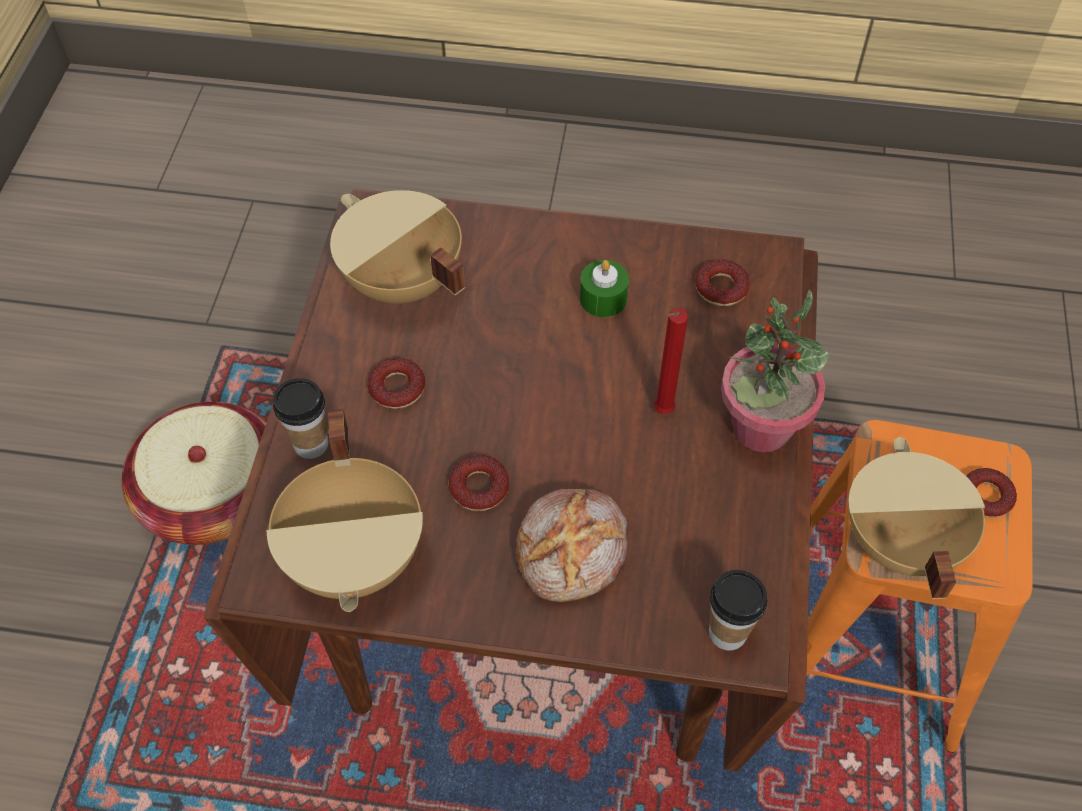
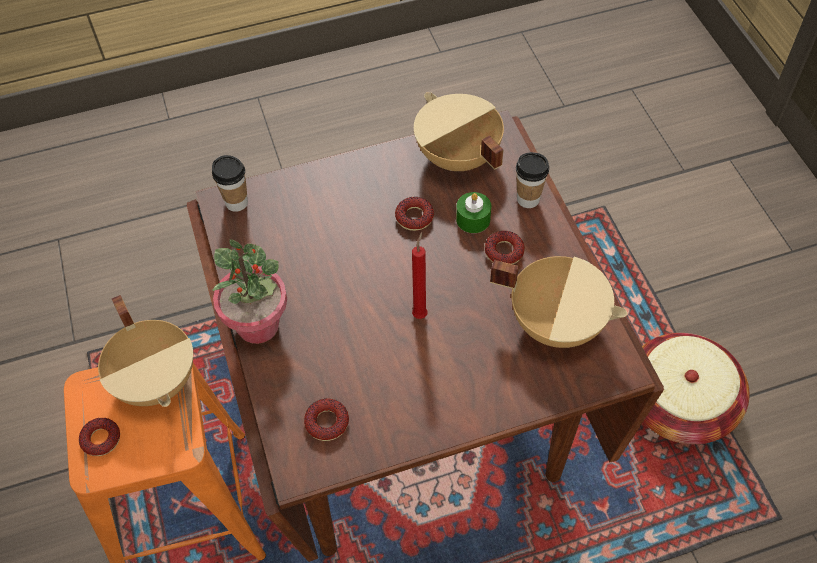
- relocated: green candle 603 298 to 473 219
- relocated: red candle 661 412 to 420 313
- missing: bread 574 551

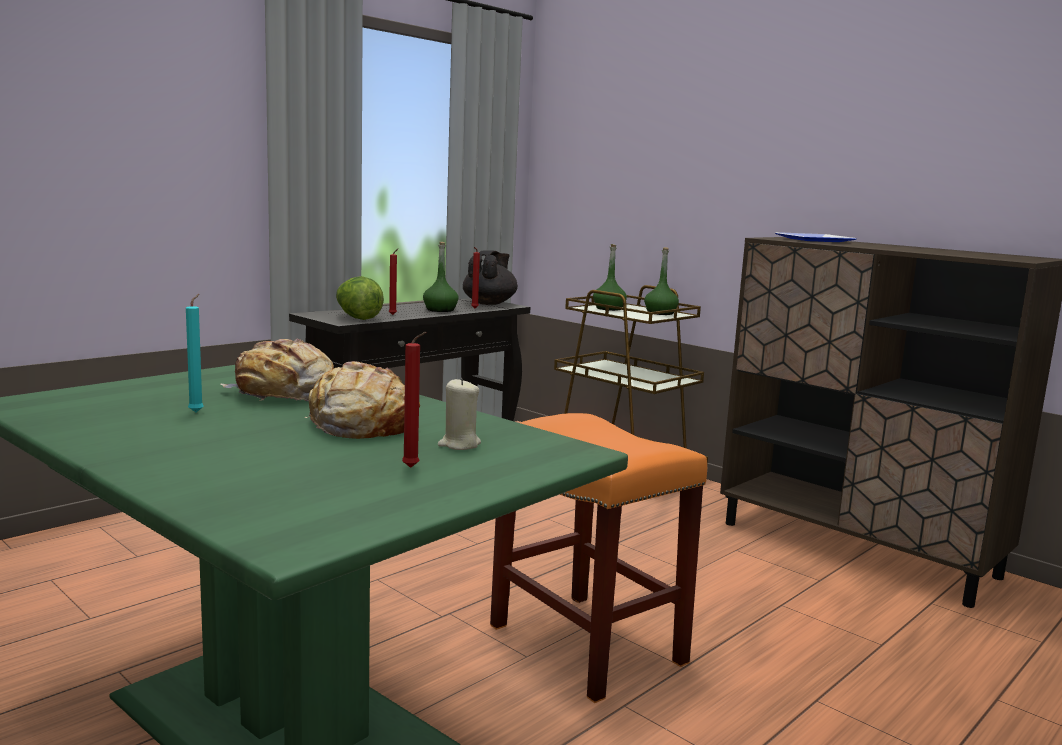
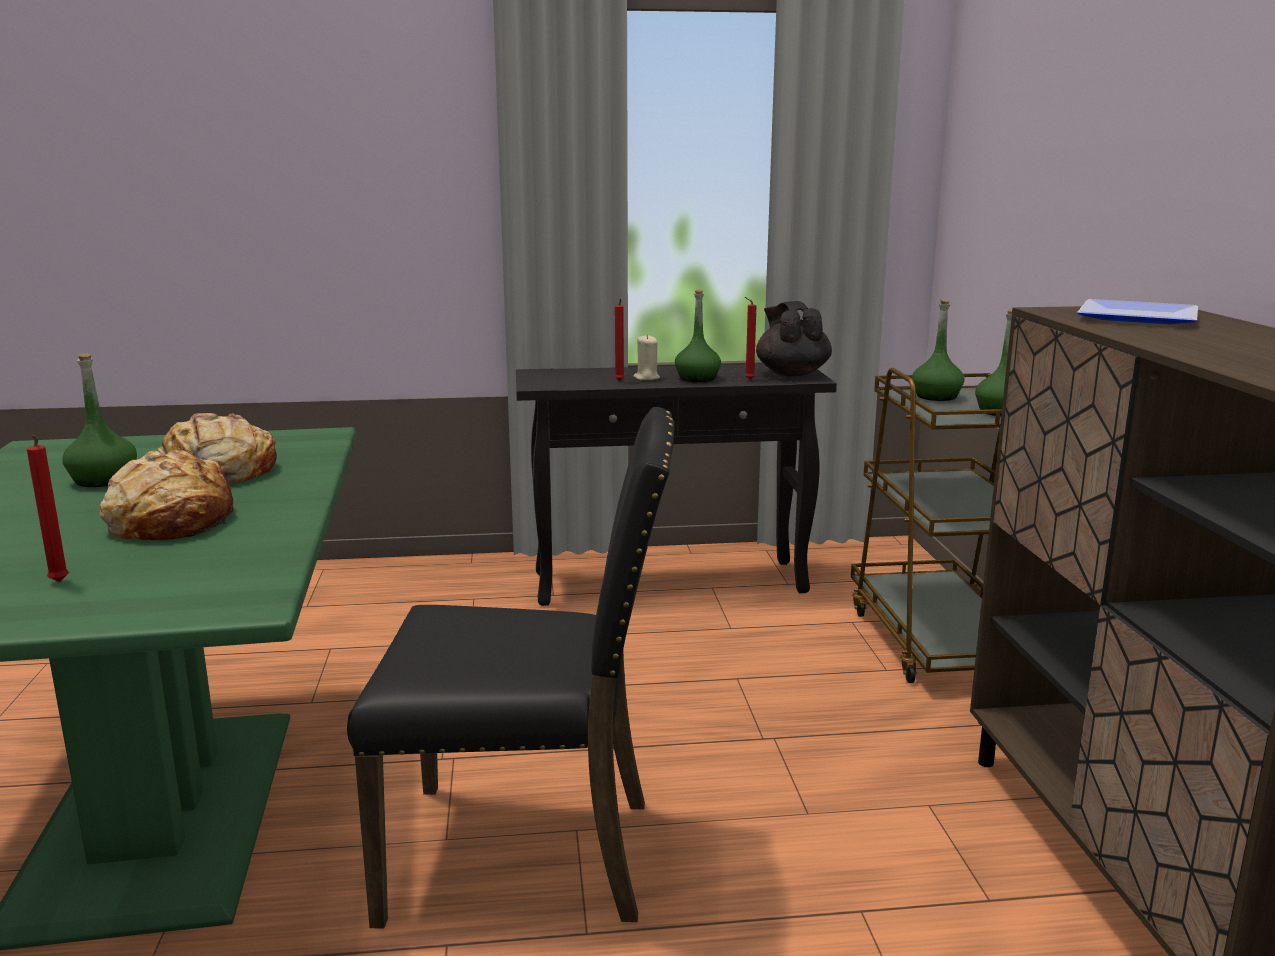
- spun: black teapot 489 303 = 792 373 75 degrees counterclockwise
- missing: lettuce 357 318
- exchanged: turquoise candle 197 412 to green bottle 104 480
- relocated: beige candle 459 444 to 646 378
- exchanged: orange stool 588 644 to black chair 528 854

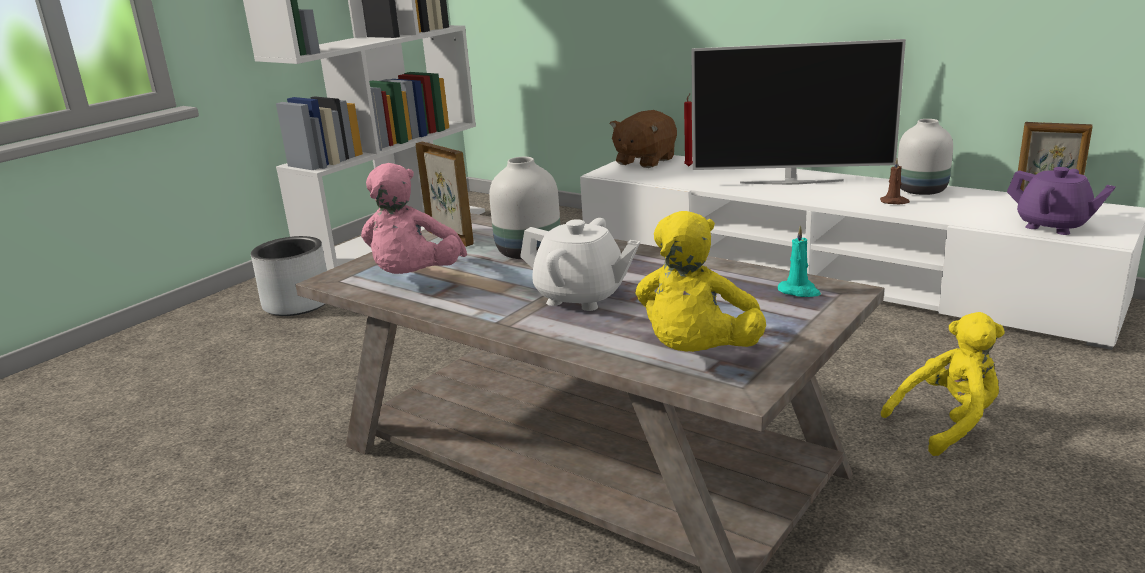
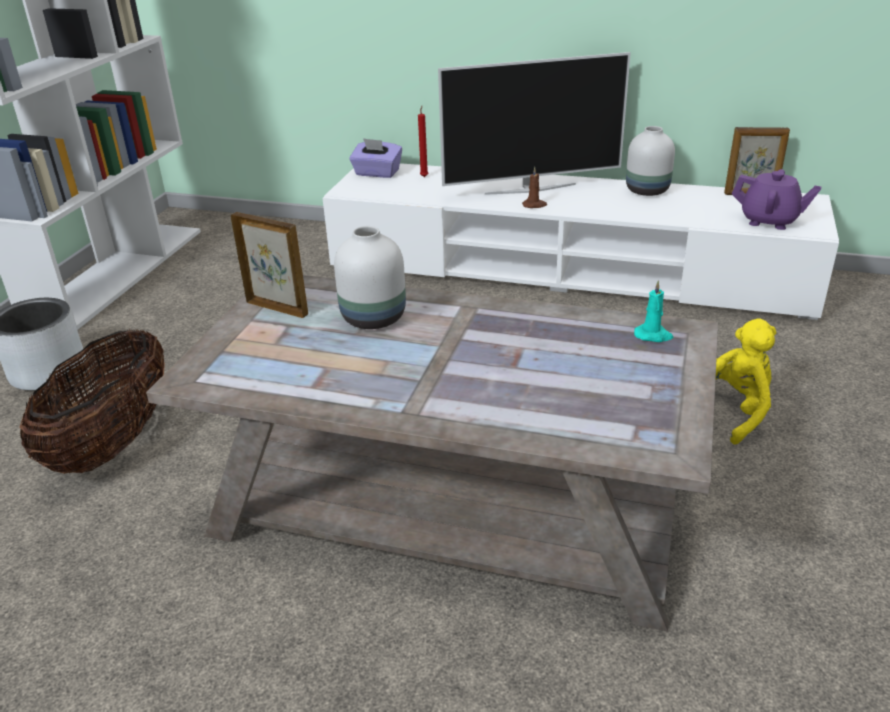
- exchanged: brown plush toy 644 161 to purple tissue box 377 173
- relocated: brown candle 894 202 to 534 205
- missing: pink plush toy 414 279
- missing: yellow plush toy 697 354
- missing: white teapot 581 297
- appeared: basket 113 443

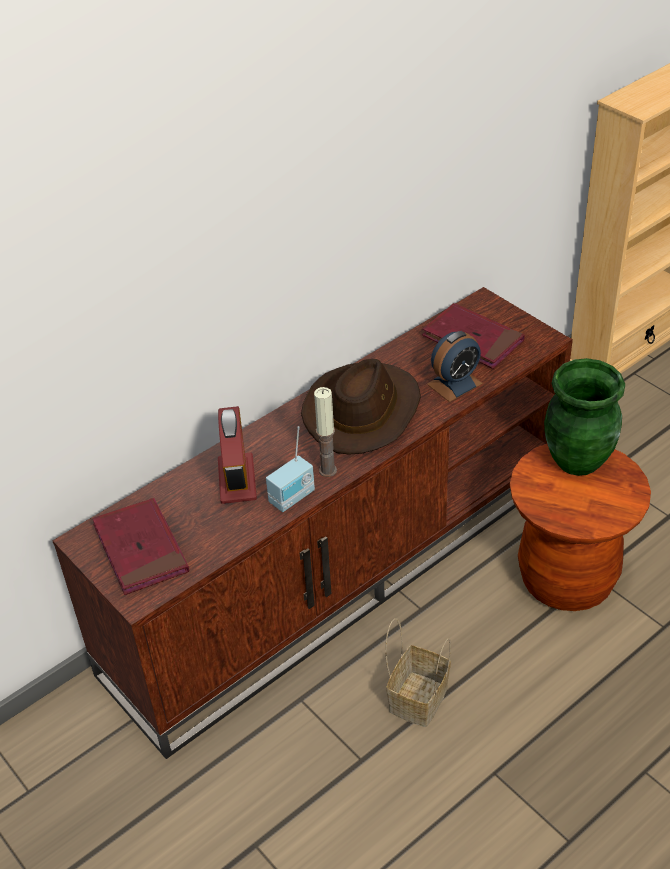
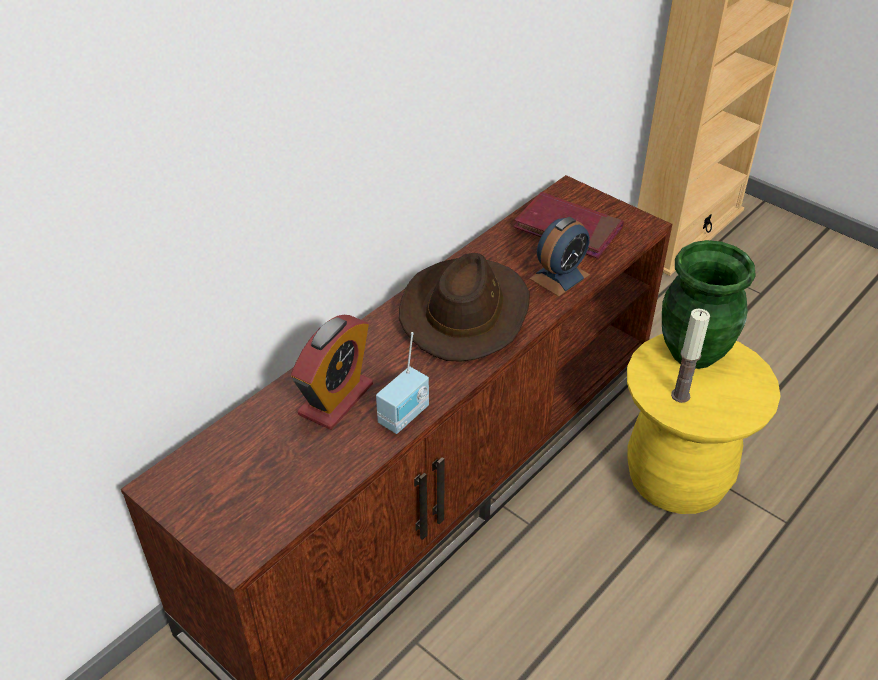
- relocated: candle 328 470 to 680 395
- spun: alarm clock 237 480 = 336 399 45 degrees clockwise
- colour: brown stool 566 580 to yellow stool 676 480
- missing: red book 141 549
- missing: basket 418 697

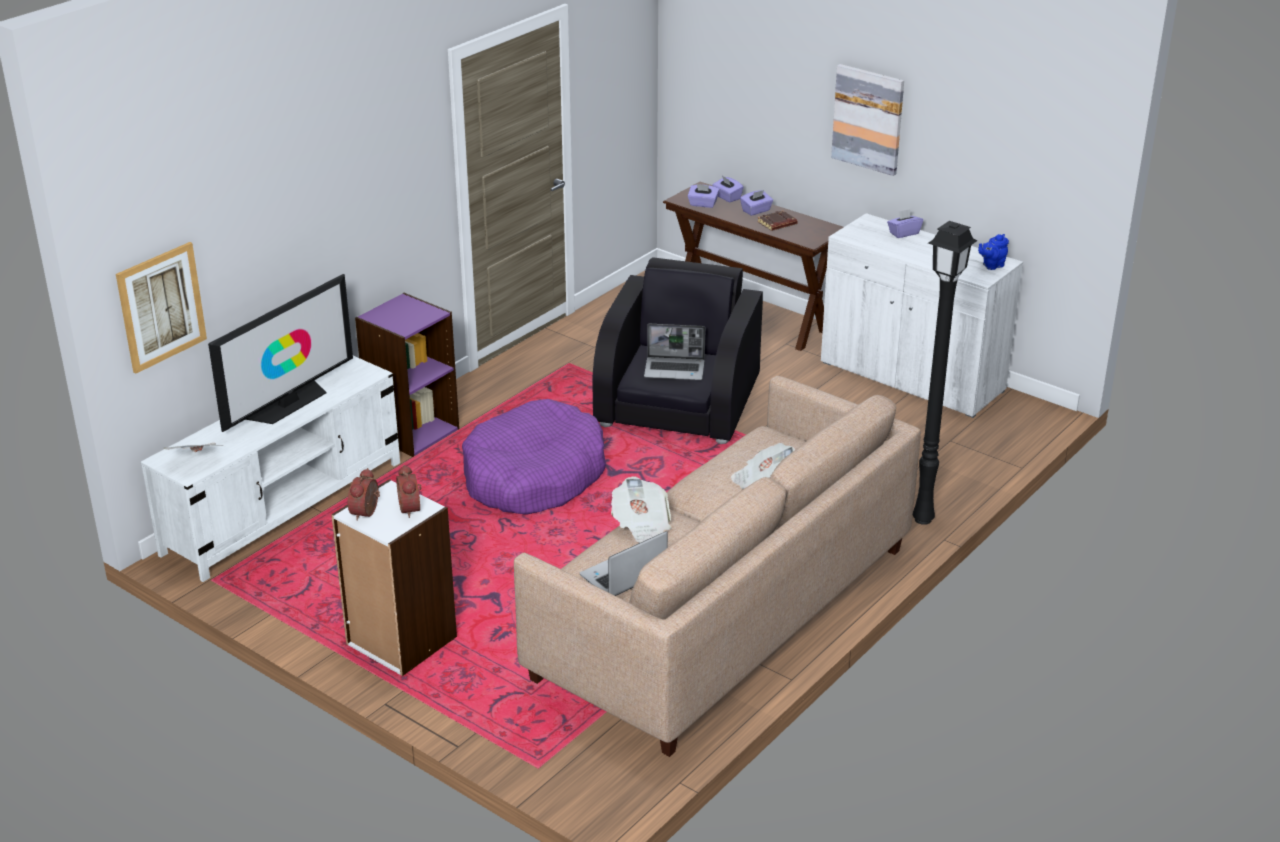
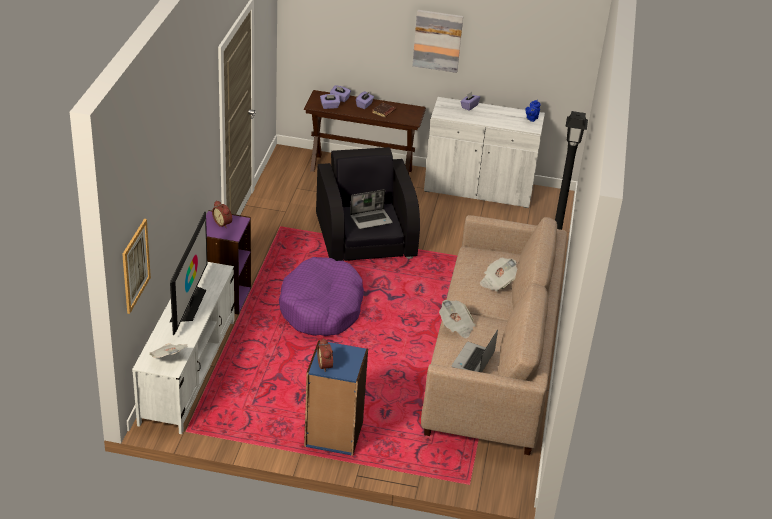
- relocated: alarm clock 412 508 to 223 223
- colour: white bookcase 400 642 to blue bookcase 333 435

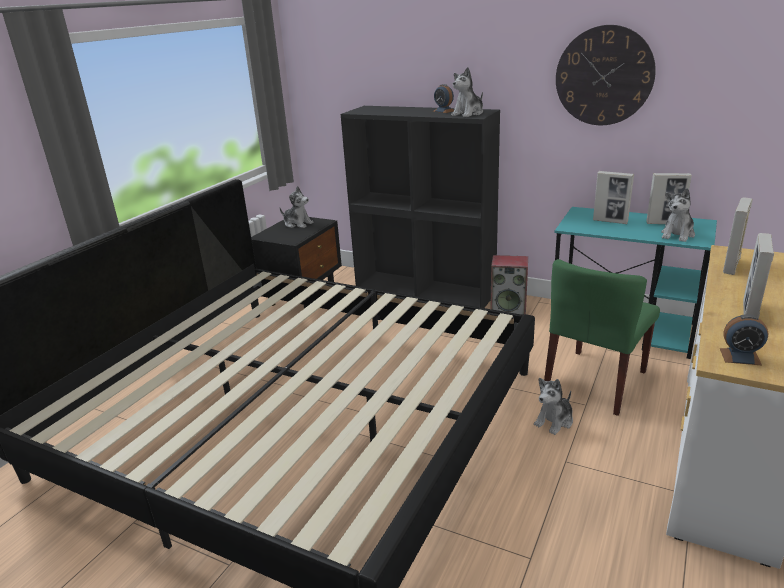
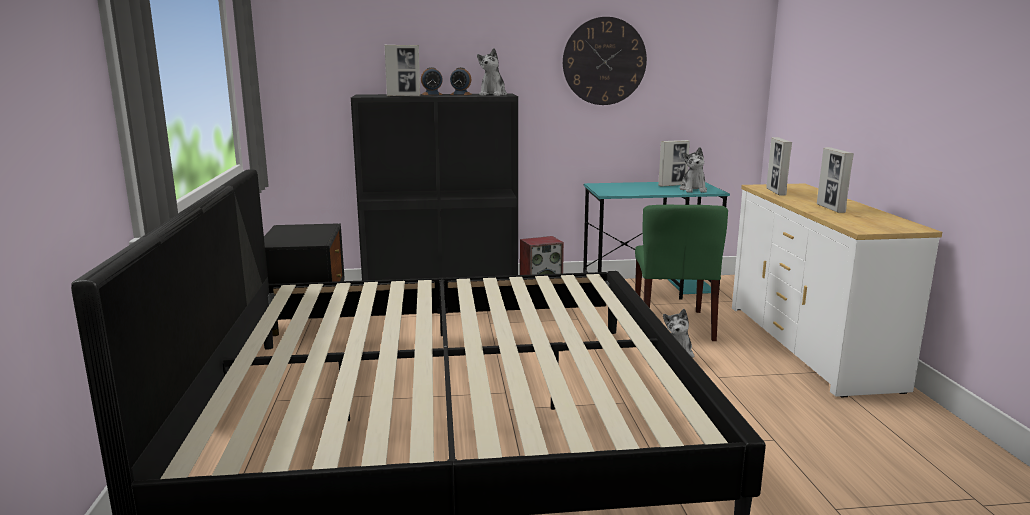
- relocated: picture frame 610 221 to 403 96
- missing: plush toy 297 224
- relocated: alarm clock 740 356 to 432 94

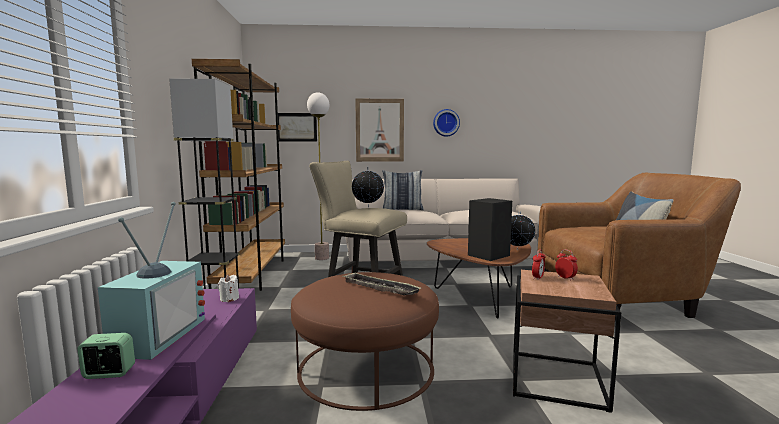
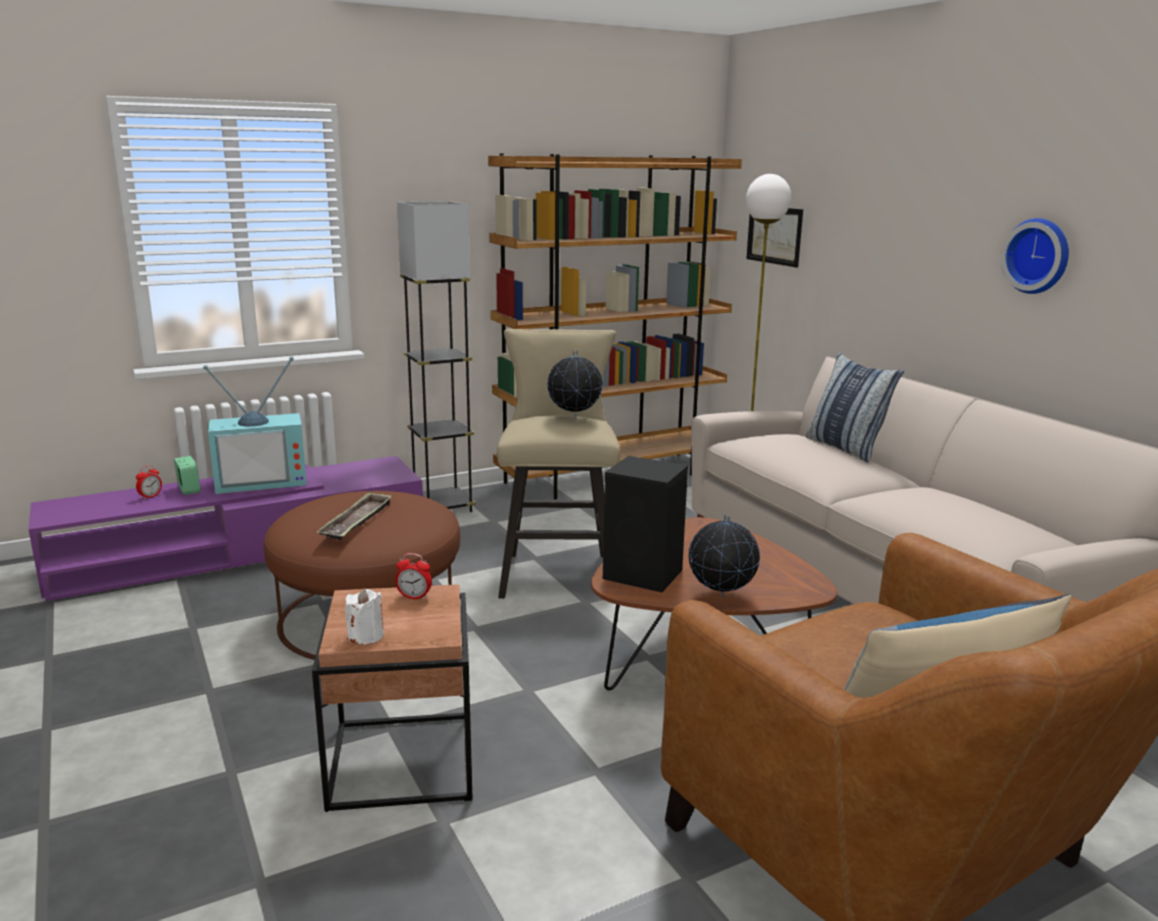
- missing: picture 379 130
- relocated: alarm clock 565 278 to 150 496
- relocated: white candle 229 299 to 366 636

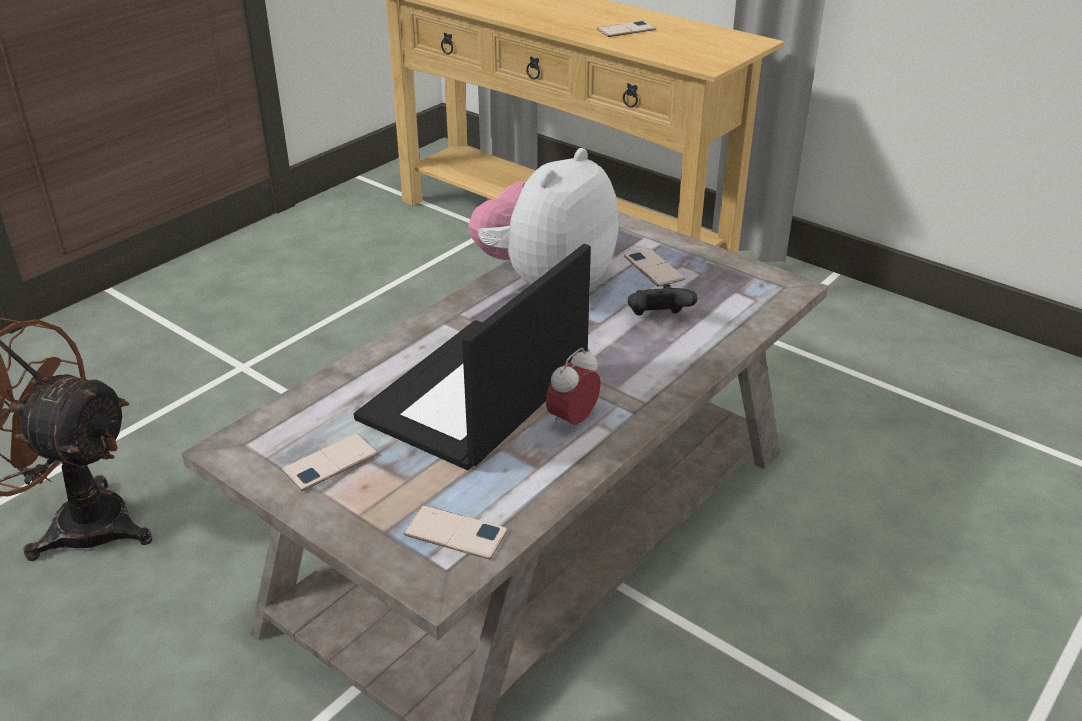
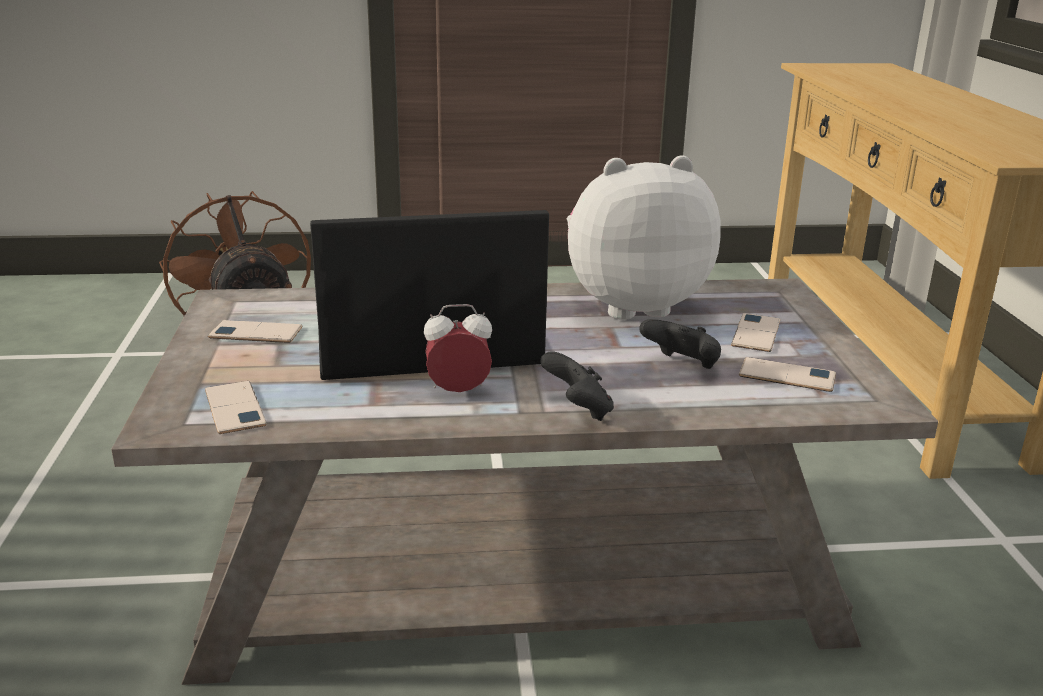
- relocated: phone 626 30 to 787 375
- appeared: black game controller 578 411

